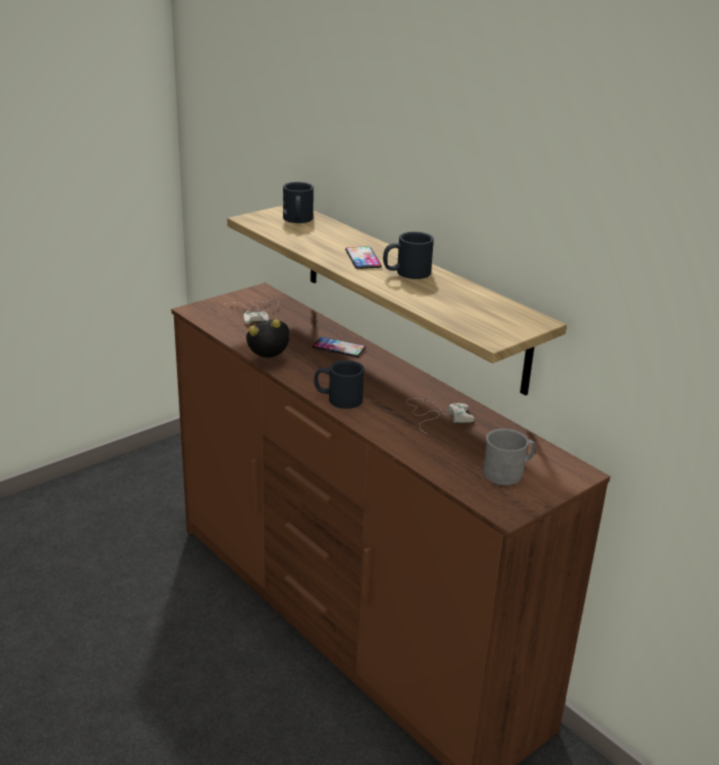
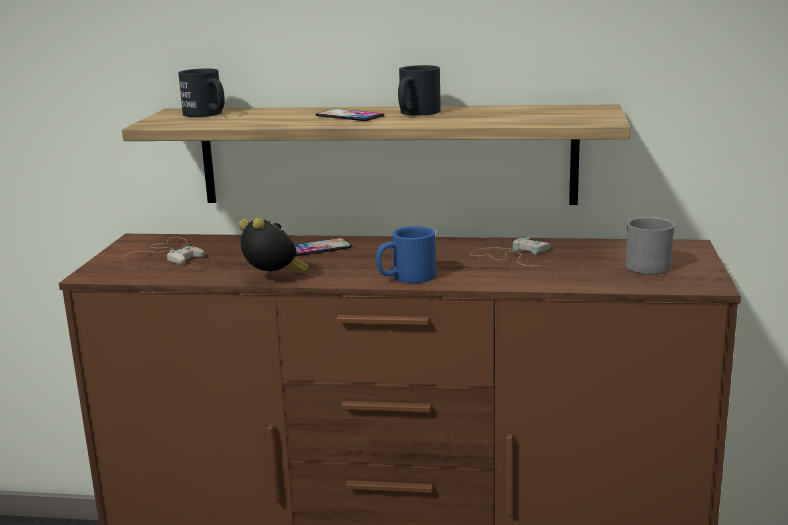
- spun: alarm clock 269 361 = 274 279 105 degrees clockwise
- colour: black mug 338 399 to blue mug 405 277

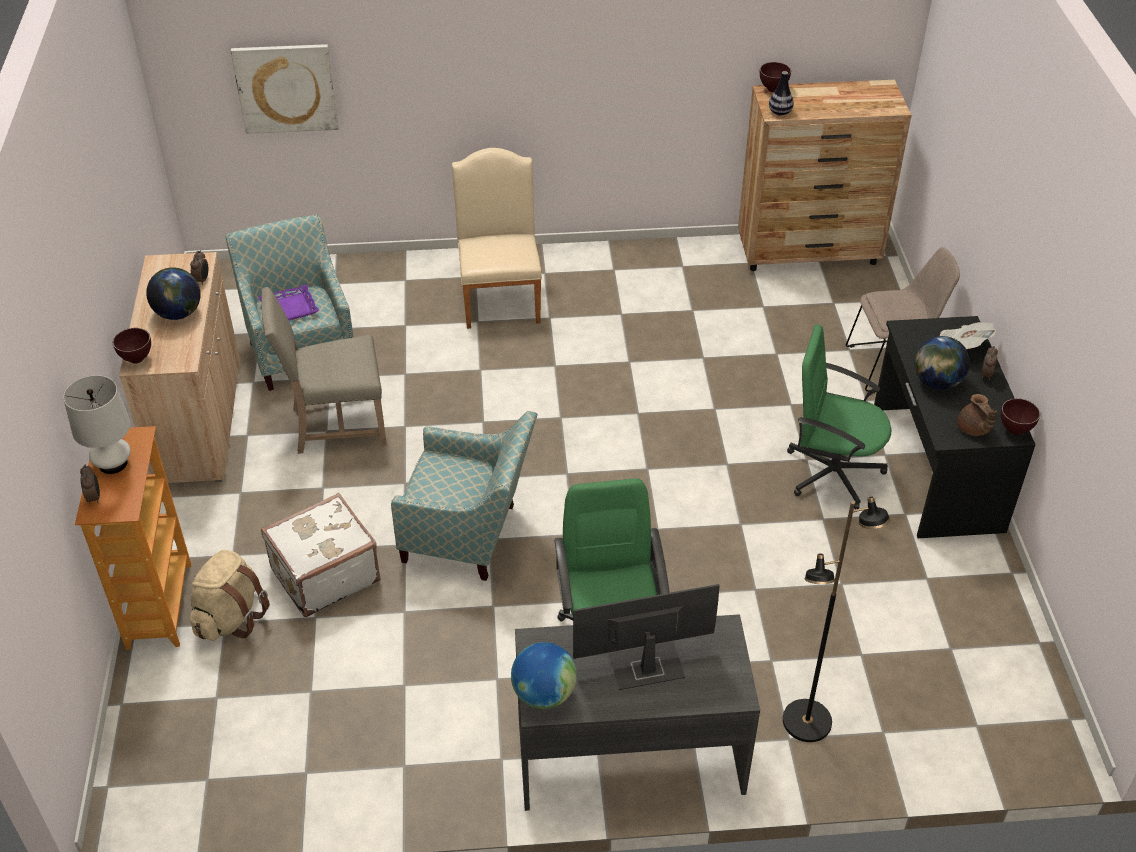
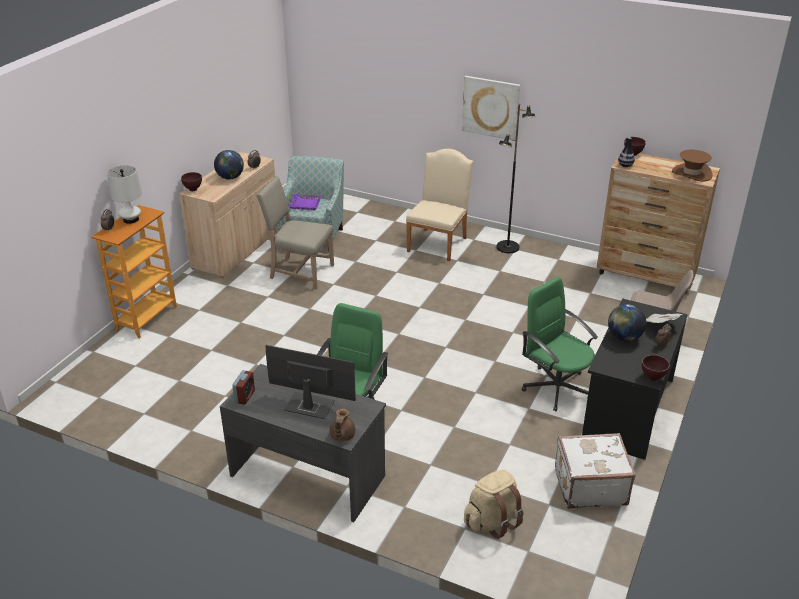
- relocated: picture 286 88 to 491 107
- relocated: brown teapot 973 429 to 341 436
- missing: armchair 470 536
- relocated: white suitcase 324 574 to 589 486
- relocated: black floor lamp 807 722 to 507 247
- relocated: beige backpack 231 618 to 492 521
- exchanged: globe 543 694 to alarm clock 245 396
- appeared: brown hat 692 173

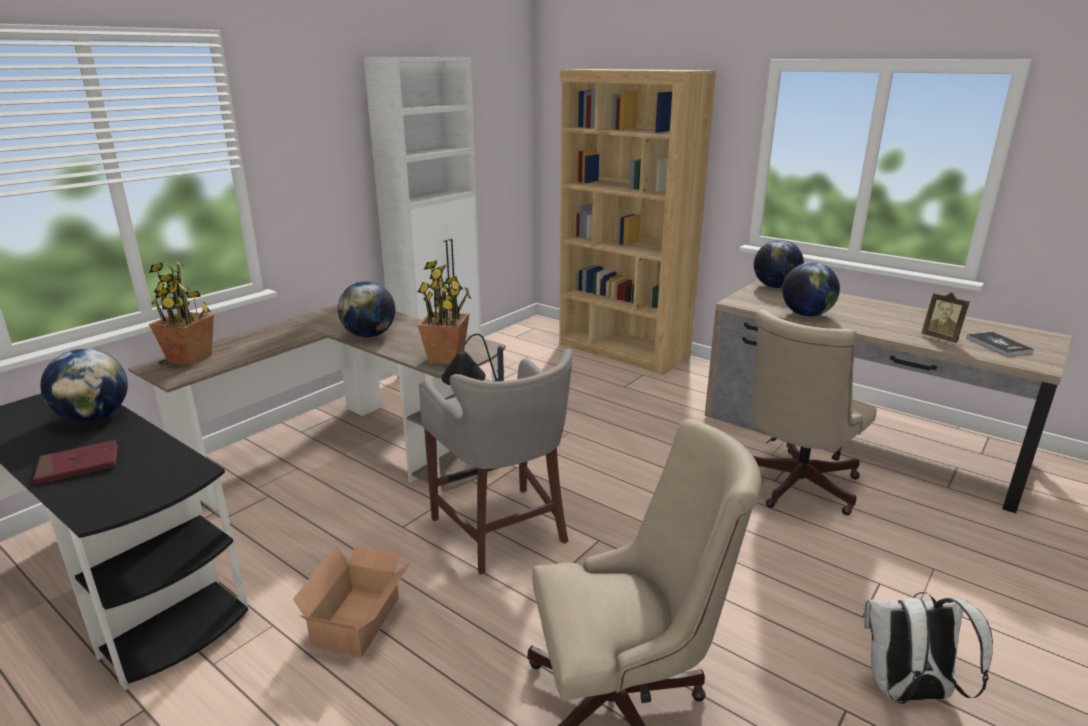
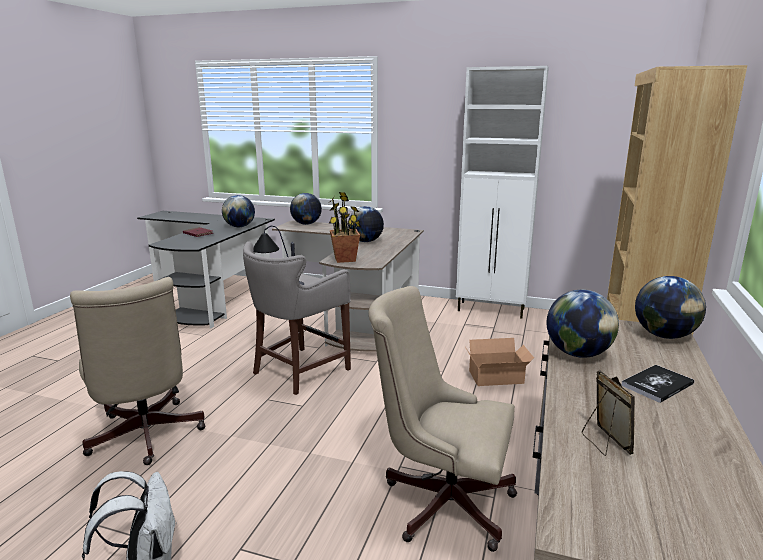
- exchanged: potted plant 190 358 to globe 306 224
- spun: picture frame 941 338 = 604 443 135 degrees clockwise
- relocated: book 998 345 to 657 384
- relocated: cardboard box 361 620 to 498 378

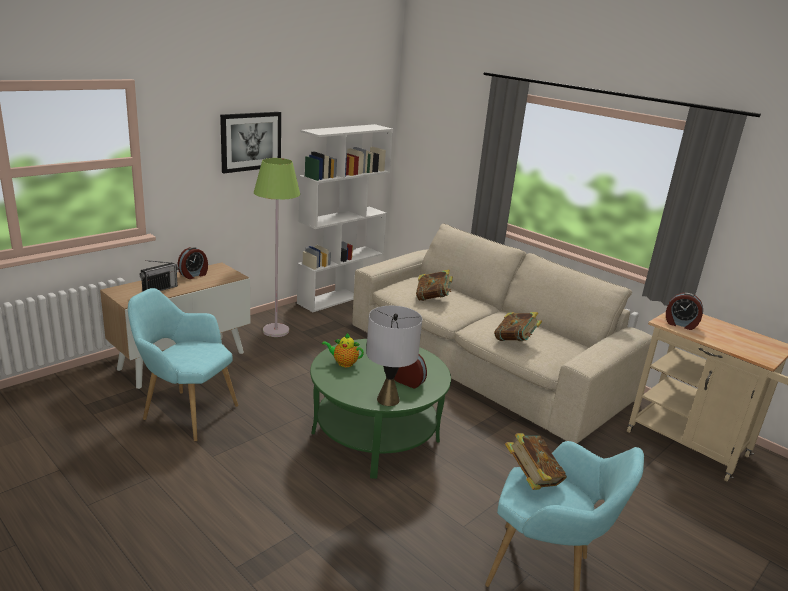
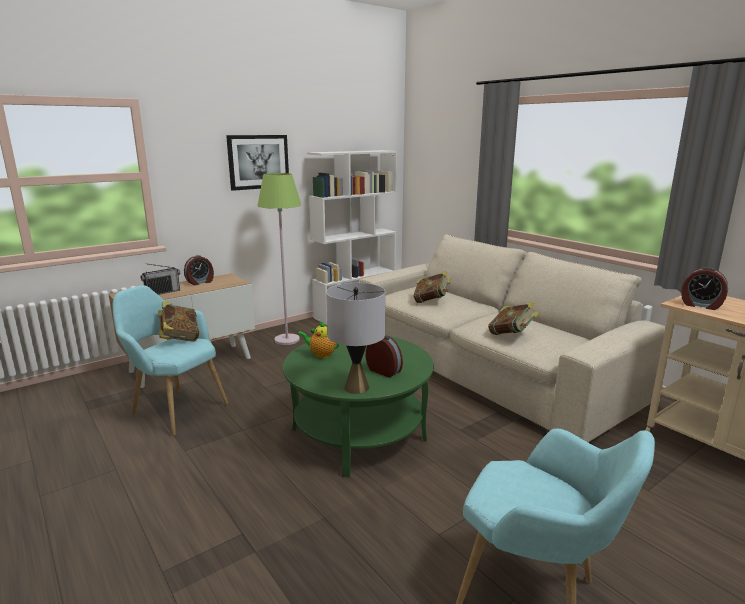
- relocated: book 532 479 to 180 338

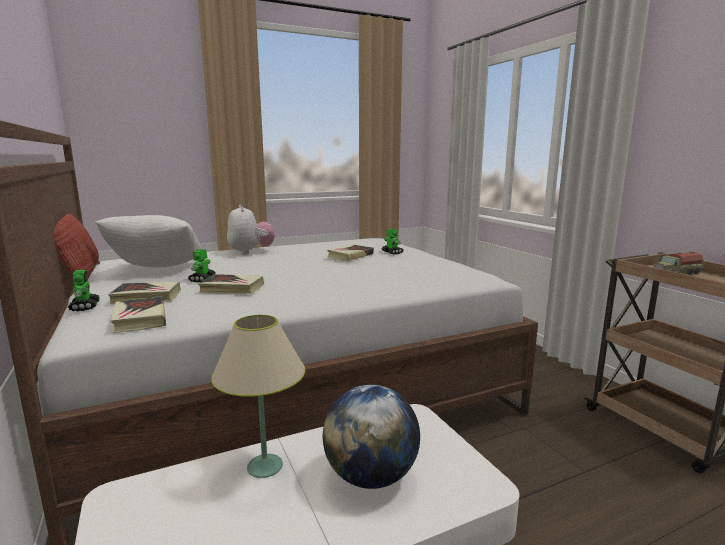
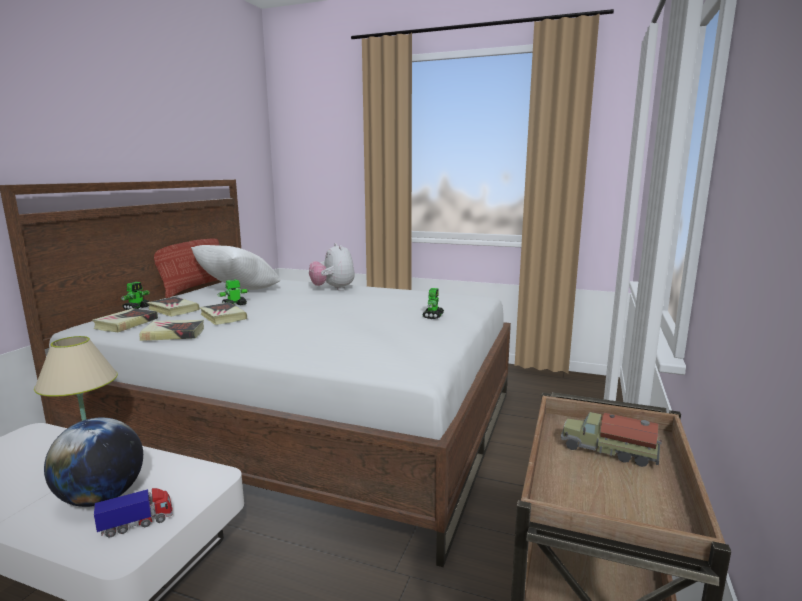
- spun: plush toy 251 252 = 333 289 135 degrees clockwise
- relocated: book 350 256 to 173 334
- appeared: toy truck 137 524

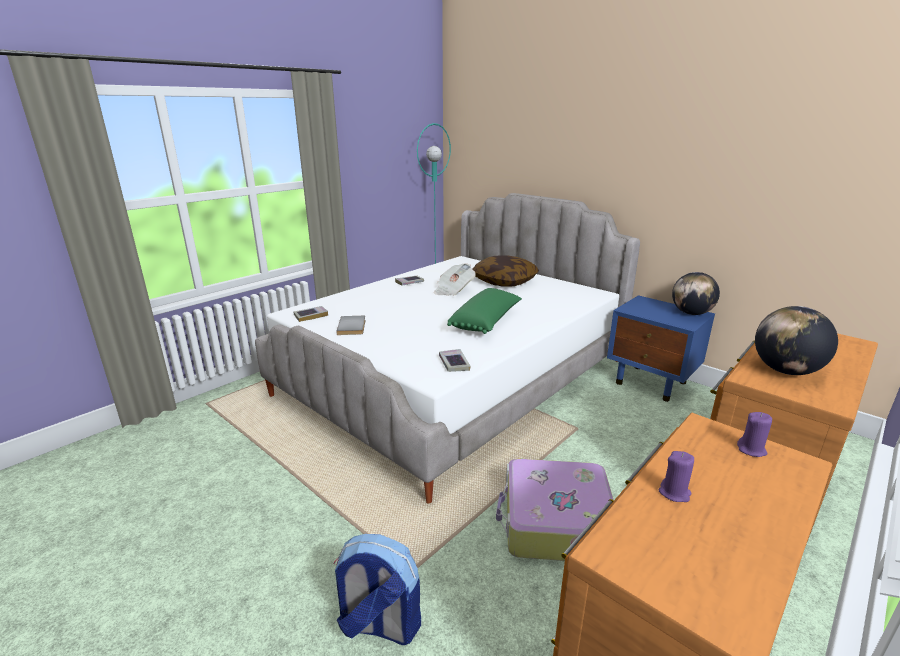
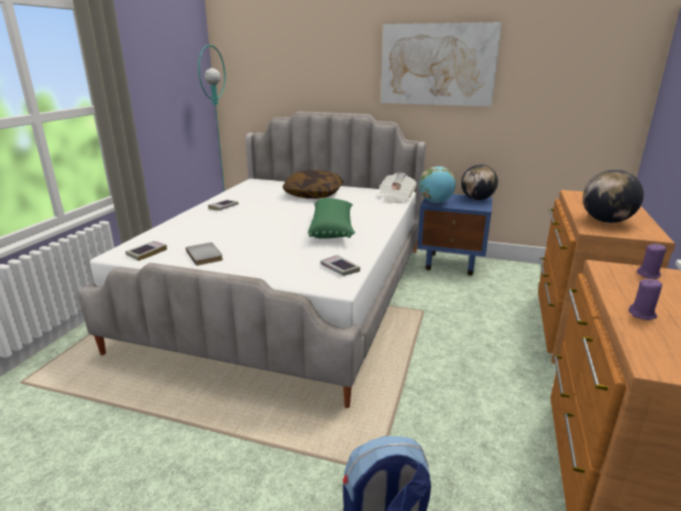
- relocated: newspaper 453 291 to 396 198
- missing: suitcase 555 523
- appeared: picture 437 65
- appeared: globe 435 202

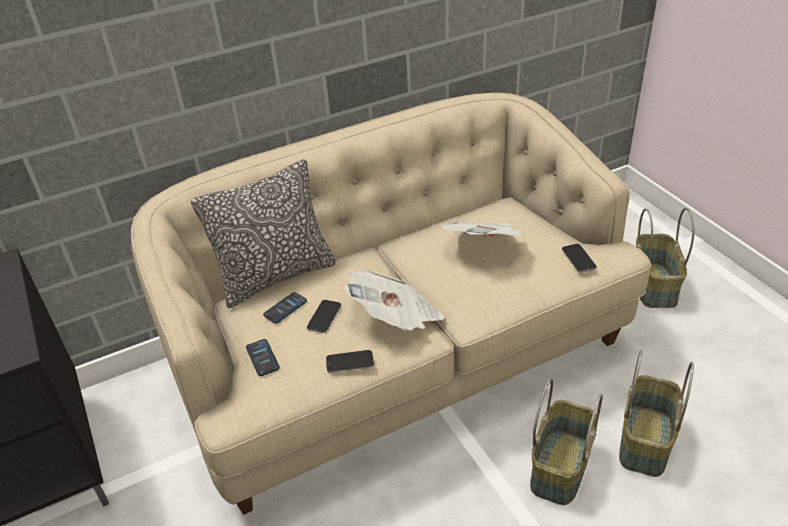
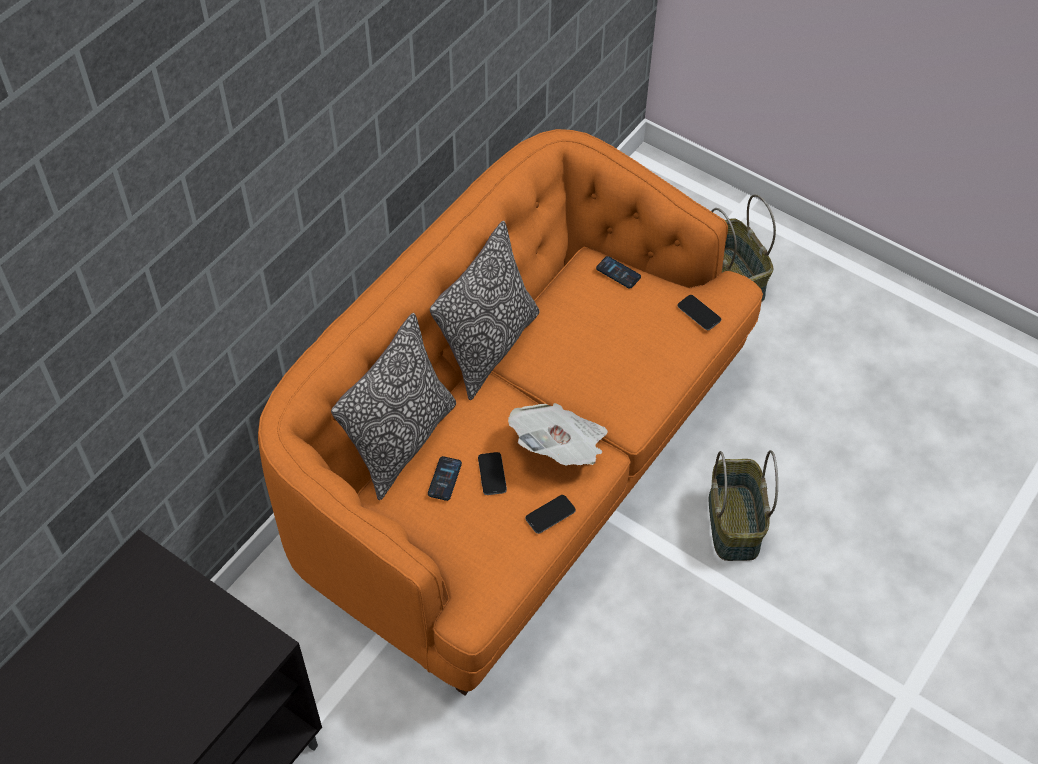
- colour: beige sofa 401 358 to orange sofa 518 465
- missing: newspaper 484 246
- relocated: phone 262 358 to 618 273
- missing: basket 646 442
- appeared: pillow 489 347

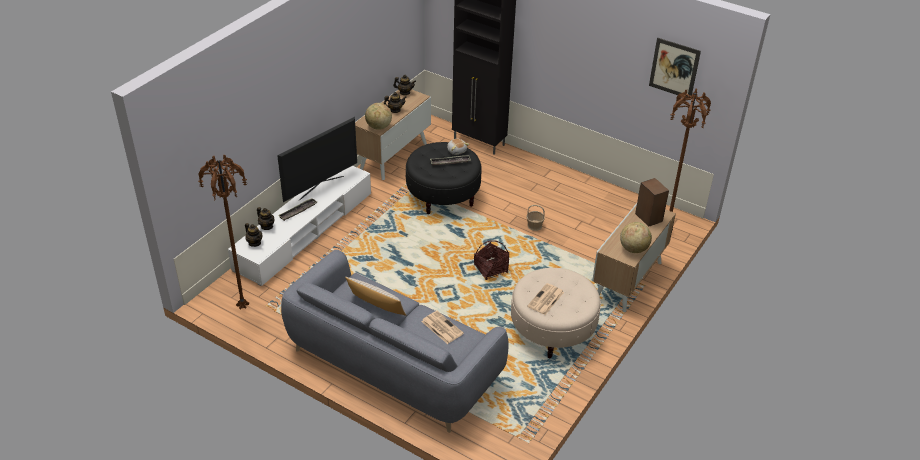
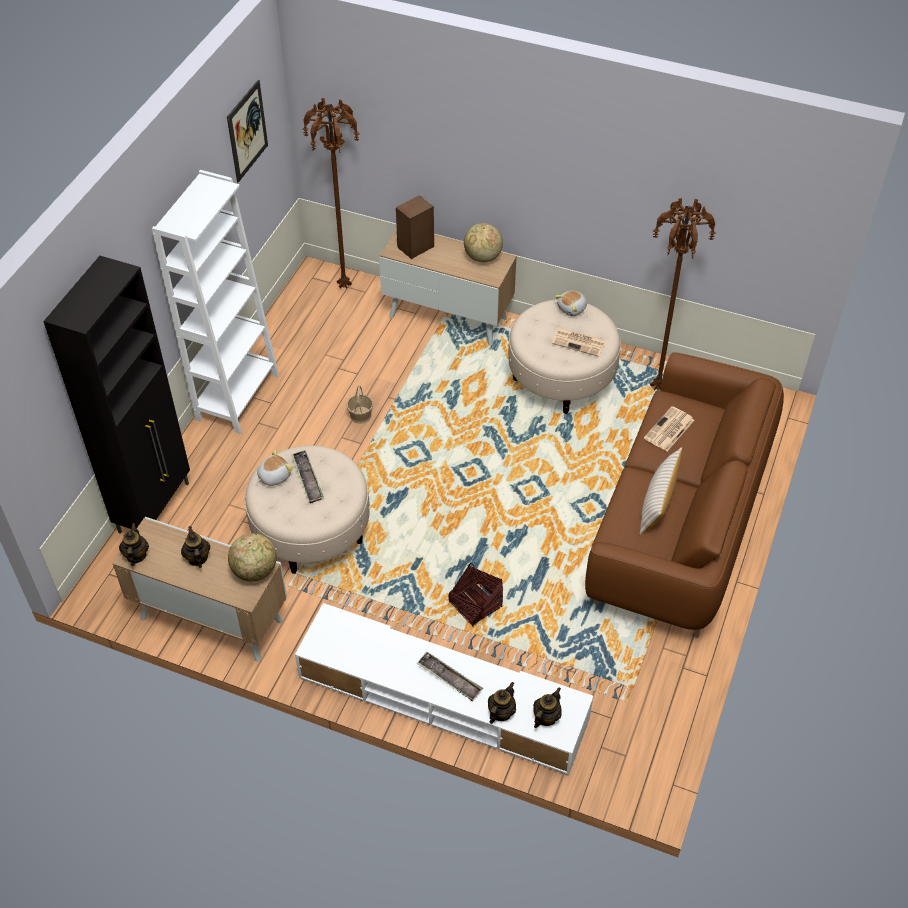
- missing: television 321 187
- colour: black ottoman 443 196 to beige ottoman 311 531
- relocated: brown floor lamp 243 306 to 656 388
- relocated: basket 491 269 to 475 604
- colour: grey sofa 393 365 to brown sofa 679 523
- appeared: white bookcase 237 397
- appeared: plush toy 572 309

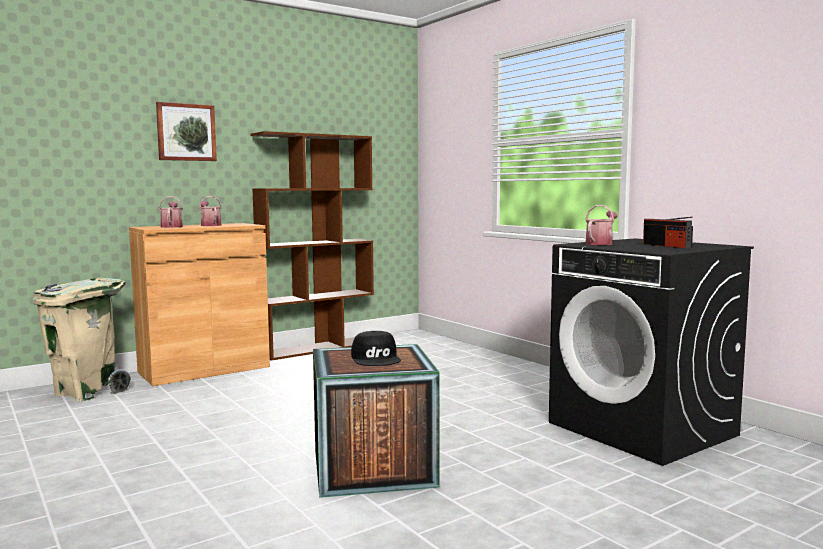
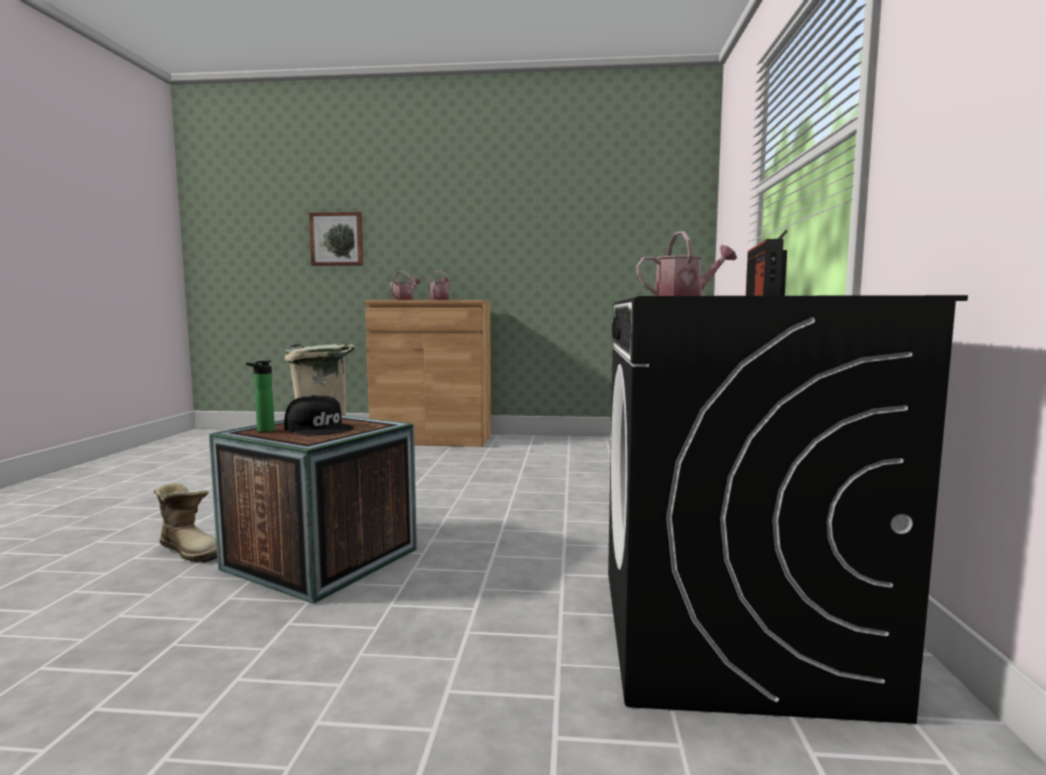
- relocated: picture 186 132 to 337 239
- missing: brown bookcase 318 348
- spun: black cap 376 358 = 320 428 75 degrees counterclockwise
- appeared: bottle 262 430
- appeared: boot 191 550

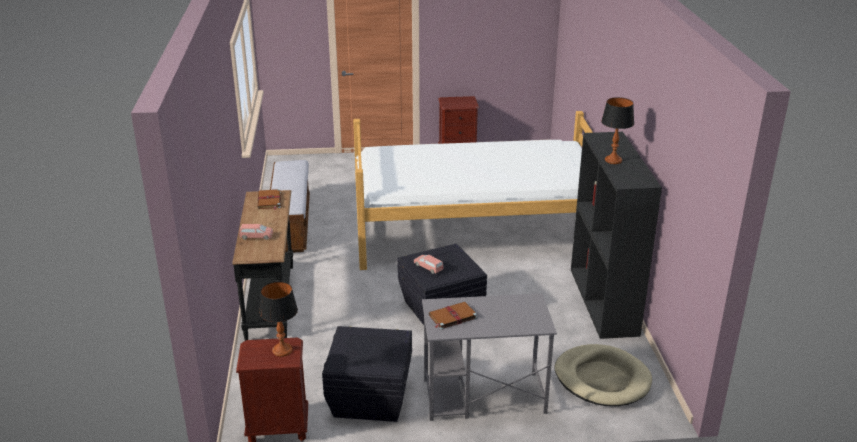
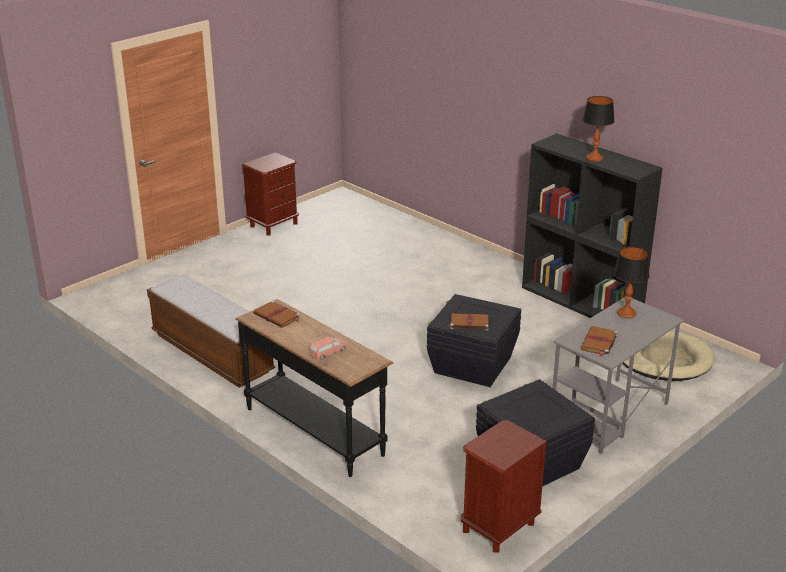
- missing: bed 475 232
- exchanged: pink toy car 428 267 to brown book 468 323
- relocated: table lamp 282 350 to 626 313

